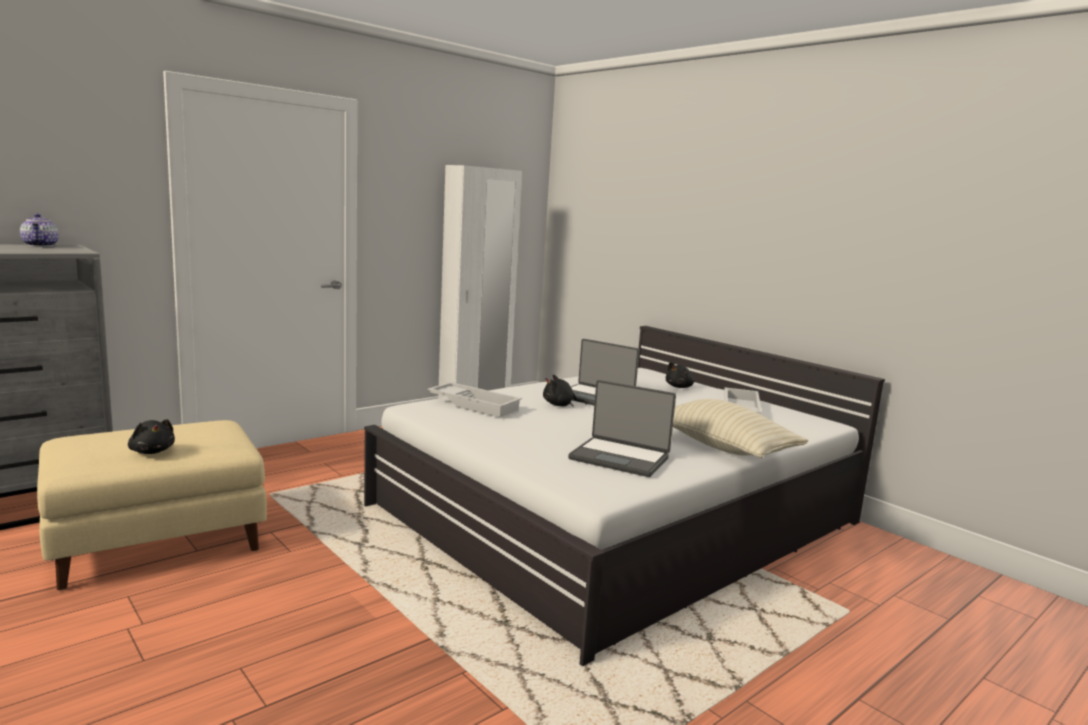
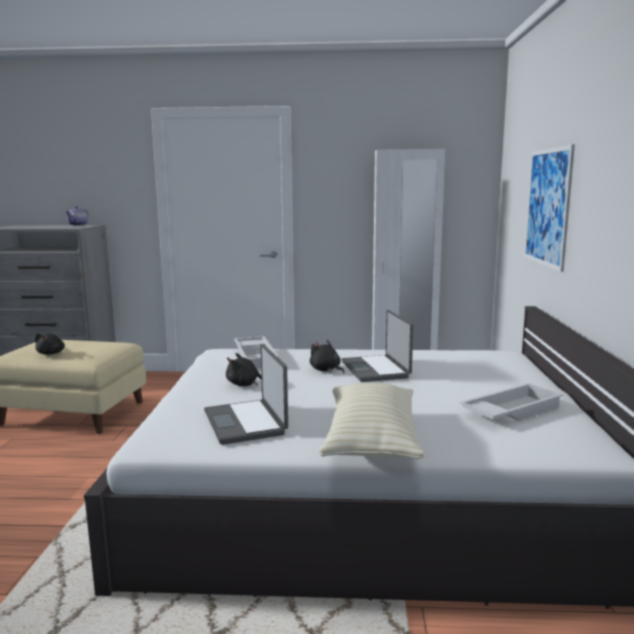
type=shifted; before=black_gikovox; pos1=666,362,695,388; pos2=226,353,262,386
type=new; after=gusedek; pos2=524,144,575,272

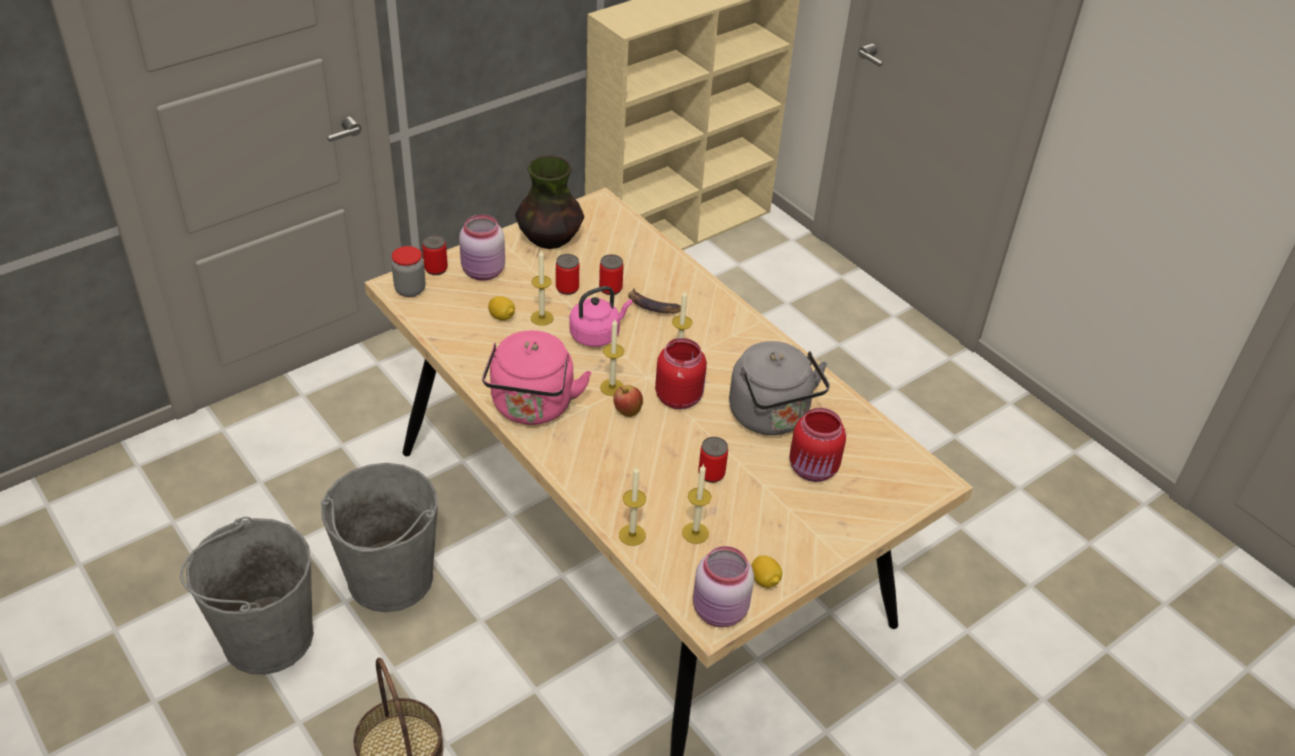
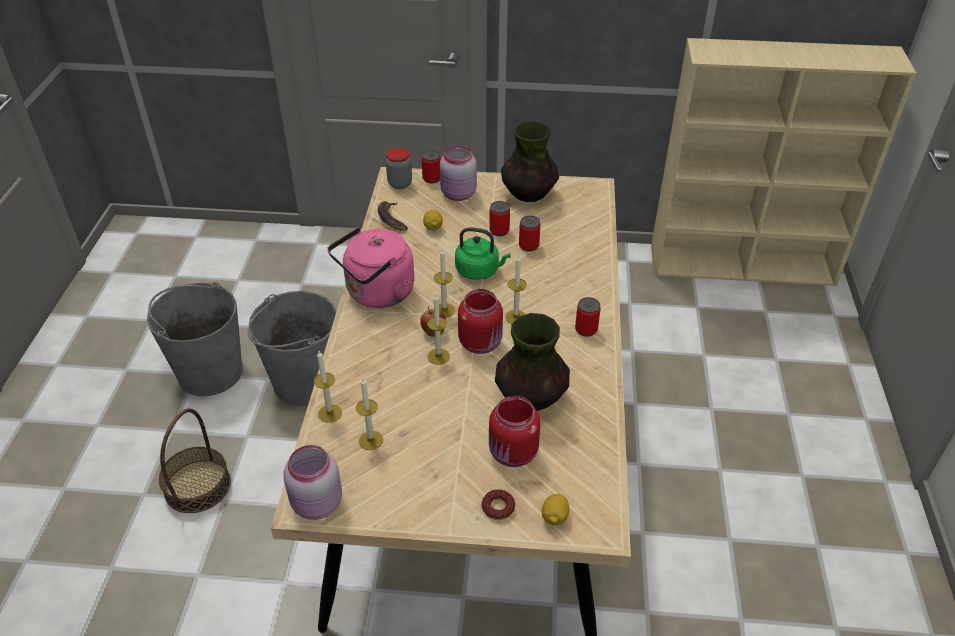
type=shifted; before=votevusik; pos1=531,250,553,326; pos2=427,295,450,365
type=repainted; before=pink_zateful; after=green_zateful; pos1=569,286,633,347; pos2=455,227,511,280
type=shifted; before=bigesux; pos1=628,288,681,314; pos2=378,201,408,230
type=swapped; before=grey_zateful; after=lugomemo; pos1=729,341,830,435; pos2=495,313,570,411
type=shifted; before=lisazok; pos1=698,437,728,483; pos2=575,297,601,337
type=shifted; before=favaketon; pos1=751,555,782,588; pos2=542,494,569,526
type=new; after=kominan; pos2=482,490,515,520

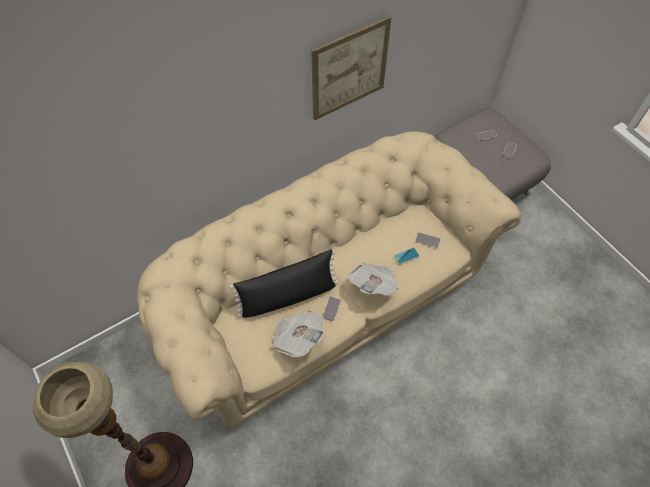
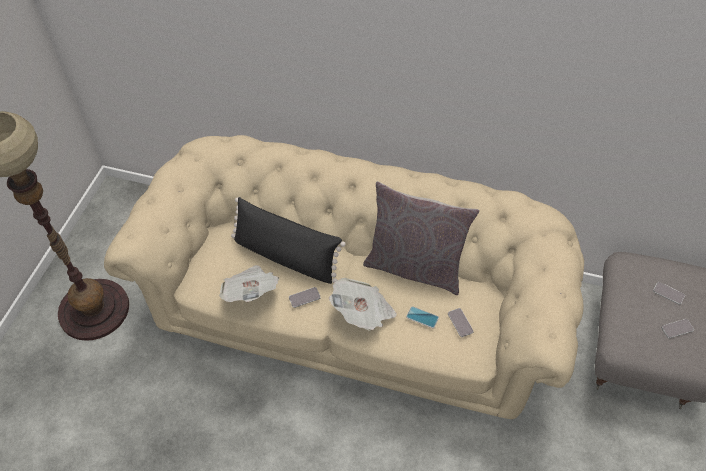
type=gone; before=gusedek; pos1=311,16,391,120
type=new; after=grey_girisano; pos2=363,181,479,295

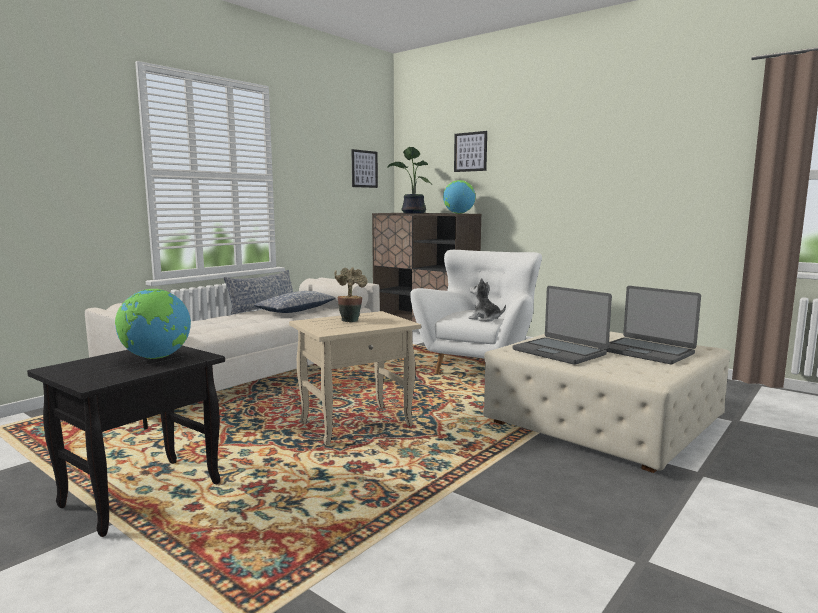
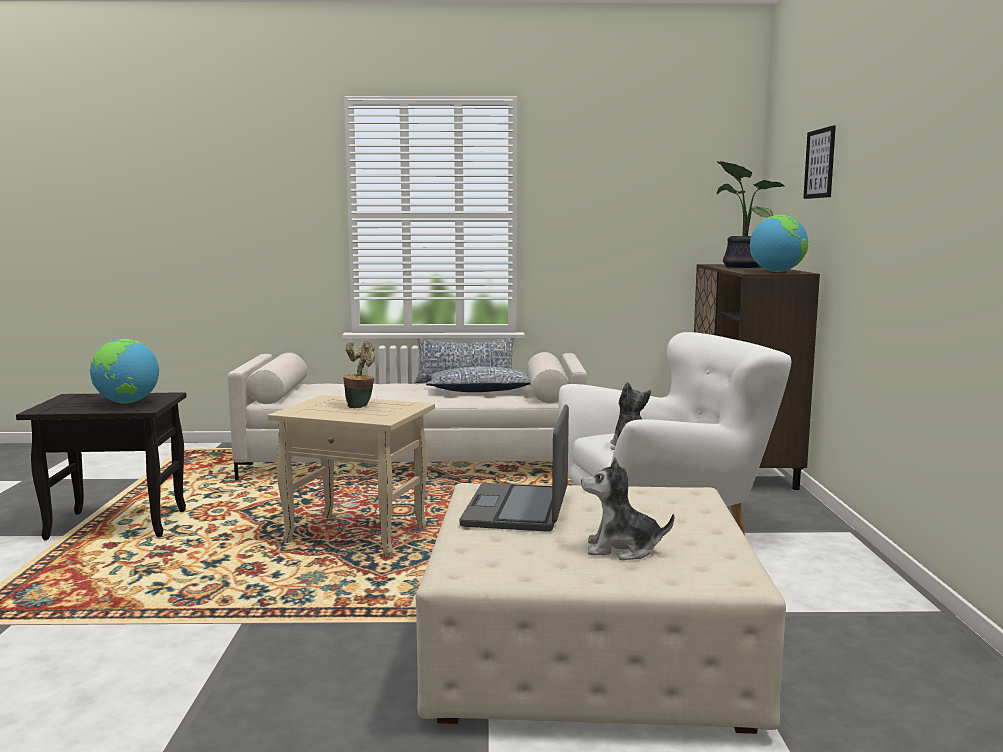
type=gone; before=gusedek; pos1=351,149,378,188
type=swapped; before=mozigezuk; after=gikovox; pos1=598,286,701,364; pos2=581,458,674,560

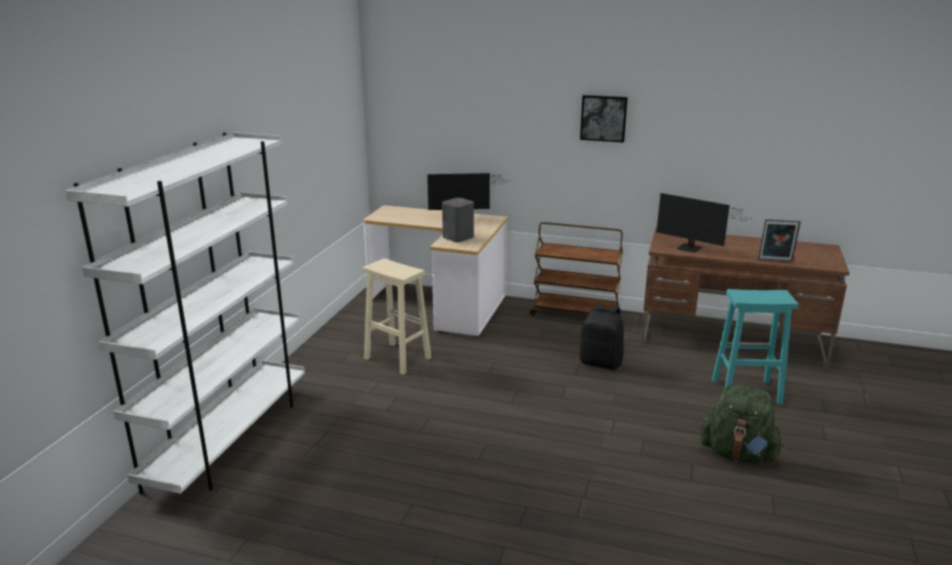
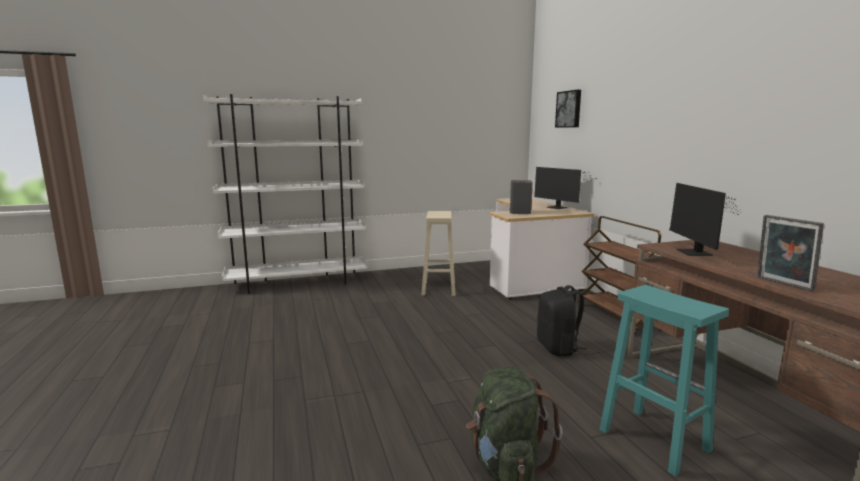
type=shifted; before=gusedek; pos1=580,95,628,143; pos2=555,90,581,128

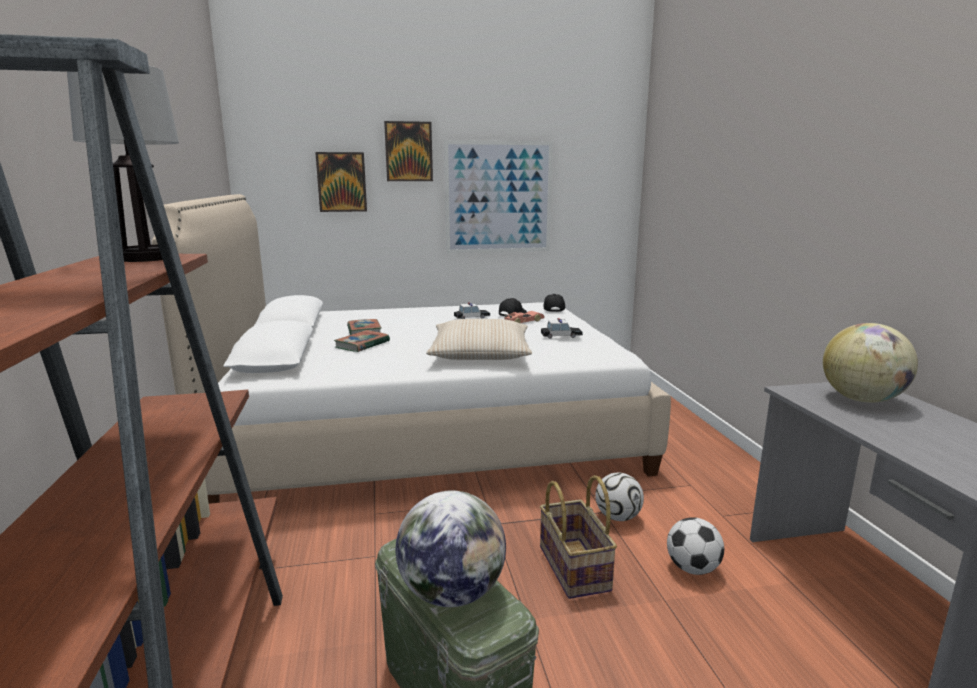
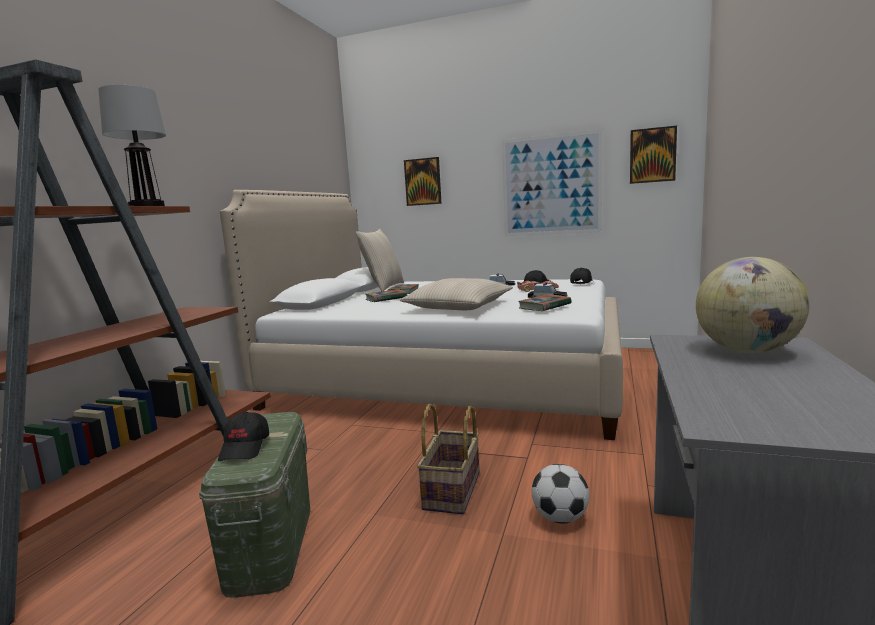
type=shifted; before=gusedek; pos1=384,121,433,181; pos2=630,125,677,184
type=gone; before=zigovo; pos1=595,473,644,521
type=swapped; before=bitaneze; after=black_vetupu; pos1=396,490,506,607; pos2=218,411,269,461
type=new; after=beige_girisano; pos2=356,229,404,291
type=new; after=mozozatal; pos2=518,294,572,311

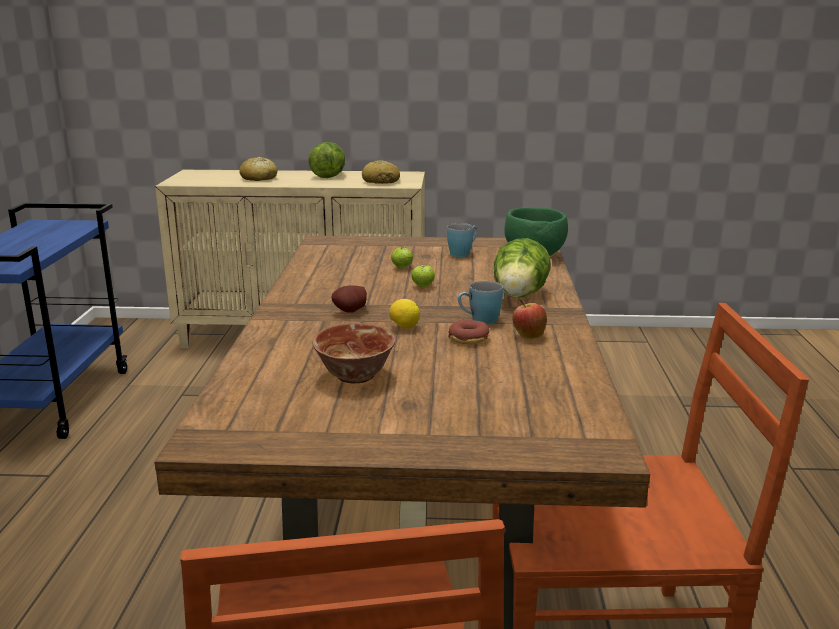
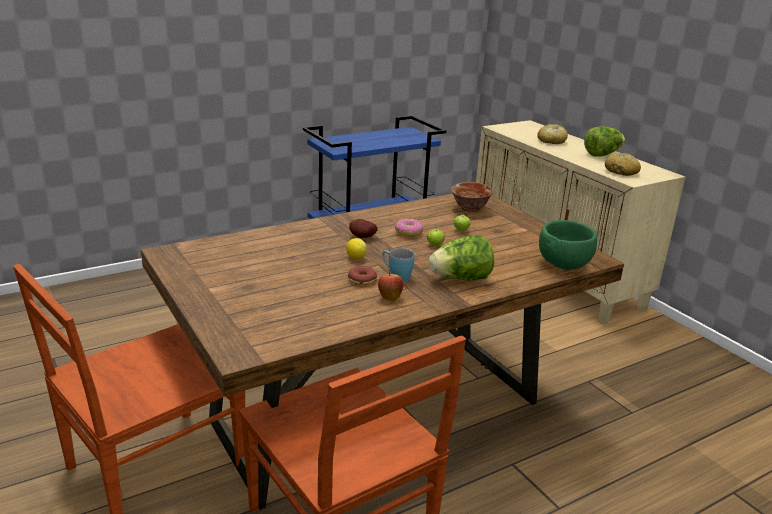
type=gone; before=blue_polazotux; pos1=447,223,478,257
type=shifted; before=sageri; pos1=313,323,395,383; pos2=451,182,493,212
type=new; after=kominan; pos2=395,219,423,237

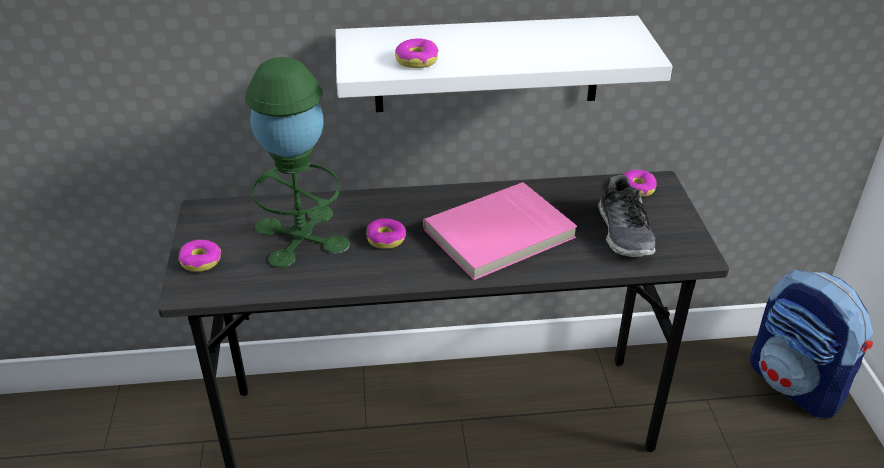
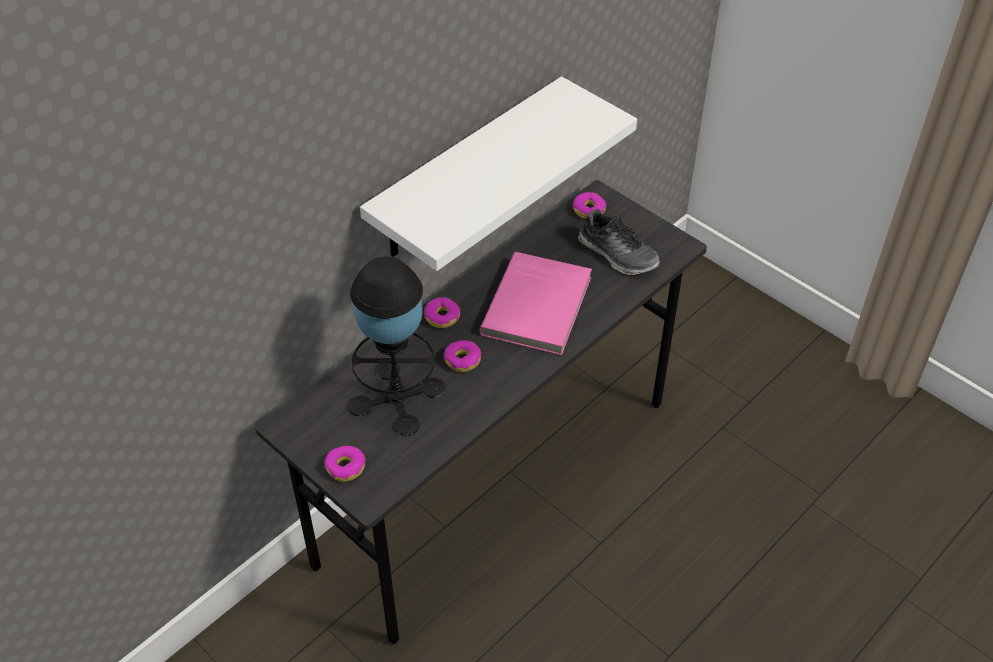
type=shifted; before=kominan; pos1=395,38,439,68; pos2=424,297,460,328
type=repainted; before=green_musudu; after=black_musudu; pos1=245,57,350,268; pos2=348,256,445,436
type=gone; before=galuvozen; pos1=750,269,873,418

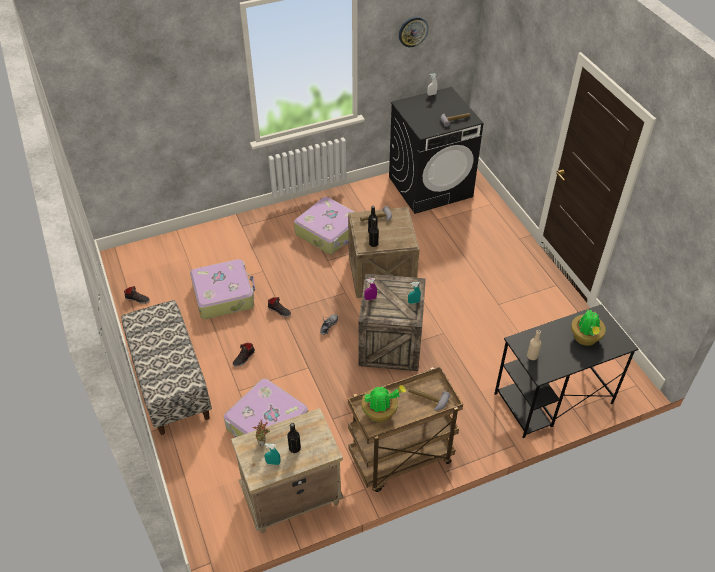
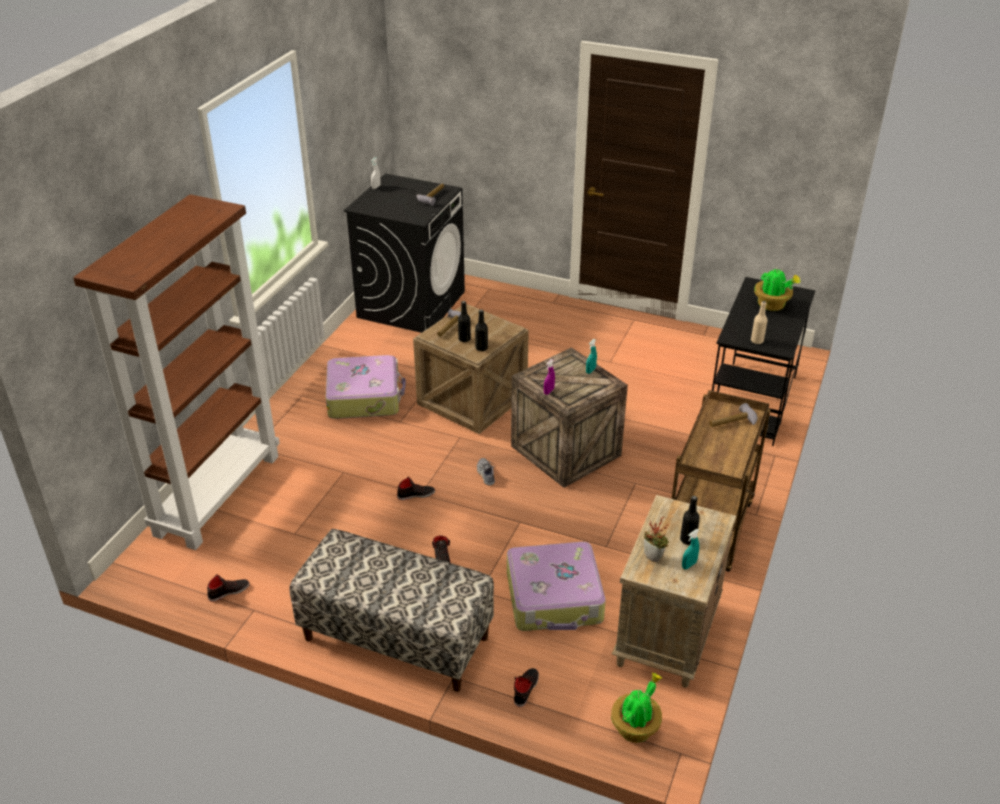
type=gone; before=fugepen; pos1=399,17,428,47
type=gone; before=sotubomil; pos1=190,259,255,319
type=shifted; before=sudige; pos1=361,385,406,422; pos2=611,672,662,742
type=new; after=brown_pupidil; pos2=73,194,280,550
type=new; after=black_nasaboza; pos2=514,668,539,707

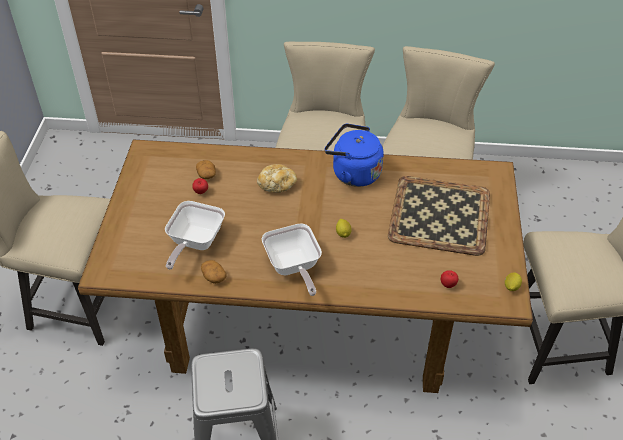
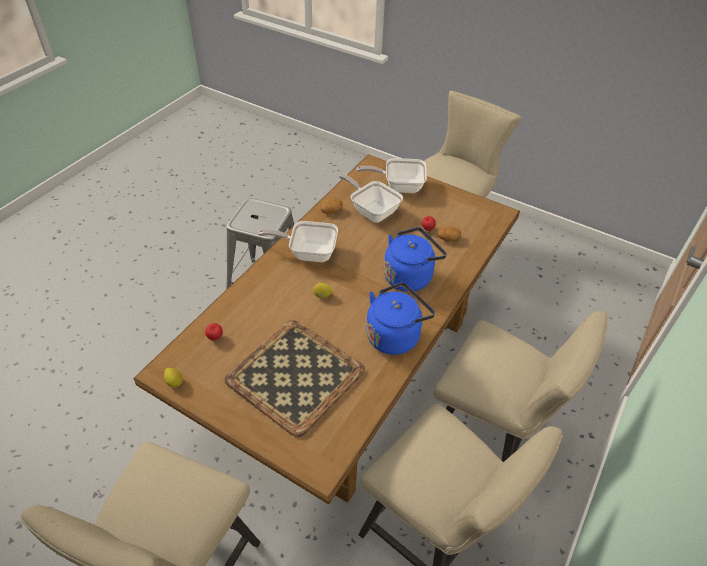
type=swapped; before=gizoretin; after=blue_zateful; pos1=257,164,297,193; pos2=384,227,447,292
type=new; after=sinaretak; pos2=356,158,427,193

